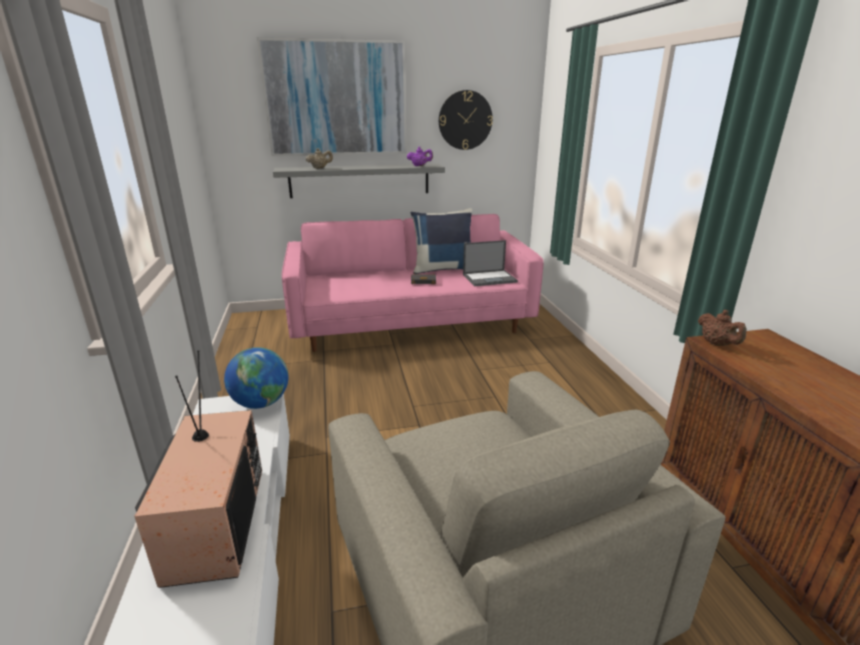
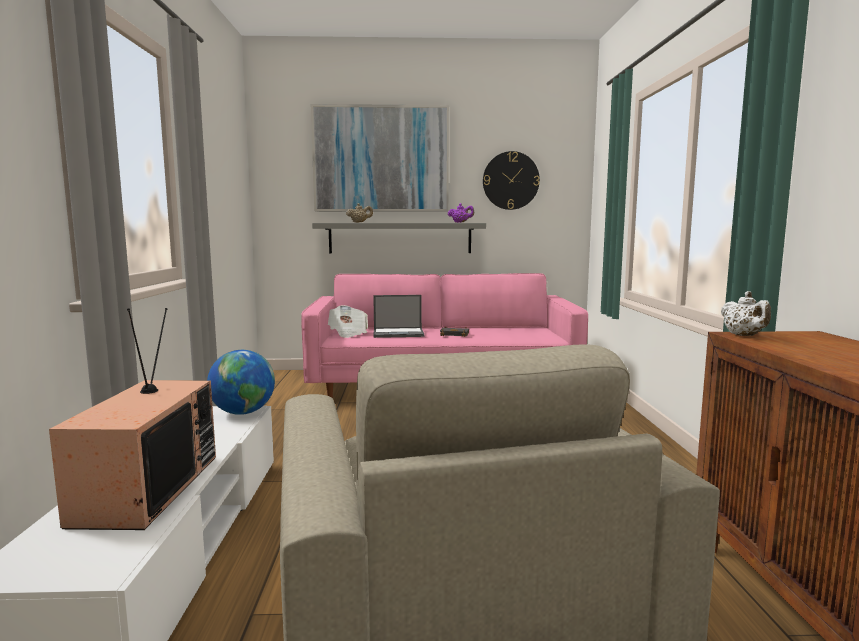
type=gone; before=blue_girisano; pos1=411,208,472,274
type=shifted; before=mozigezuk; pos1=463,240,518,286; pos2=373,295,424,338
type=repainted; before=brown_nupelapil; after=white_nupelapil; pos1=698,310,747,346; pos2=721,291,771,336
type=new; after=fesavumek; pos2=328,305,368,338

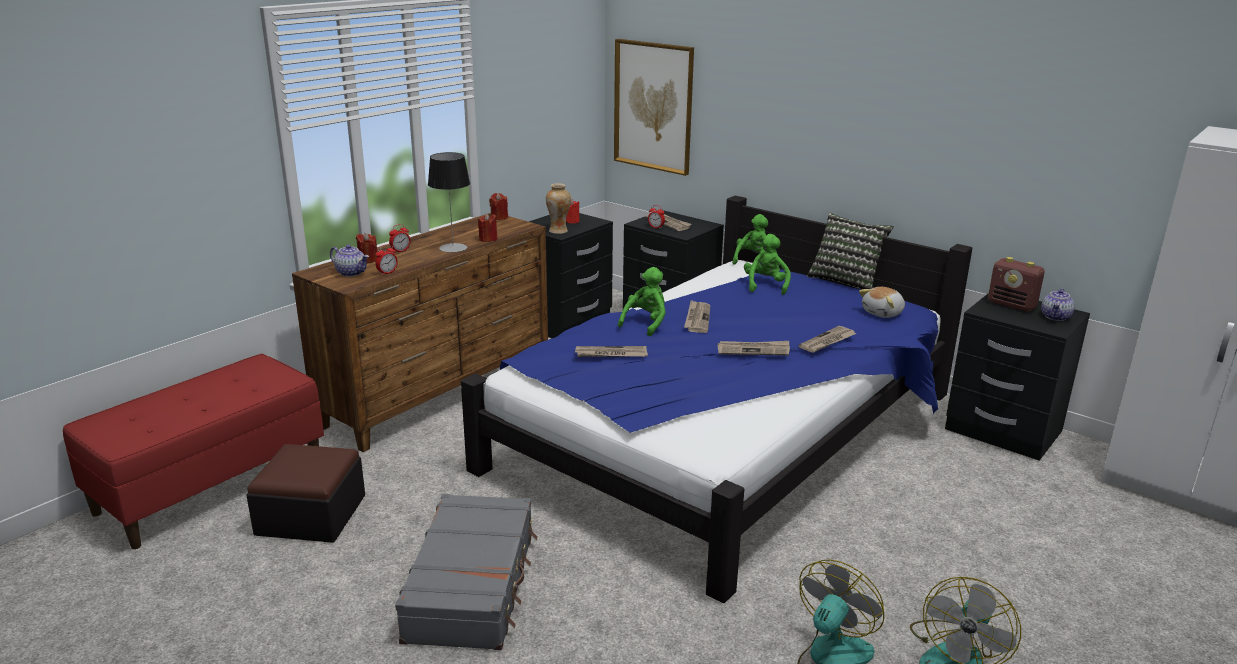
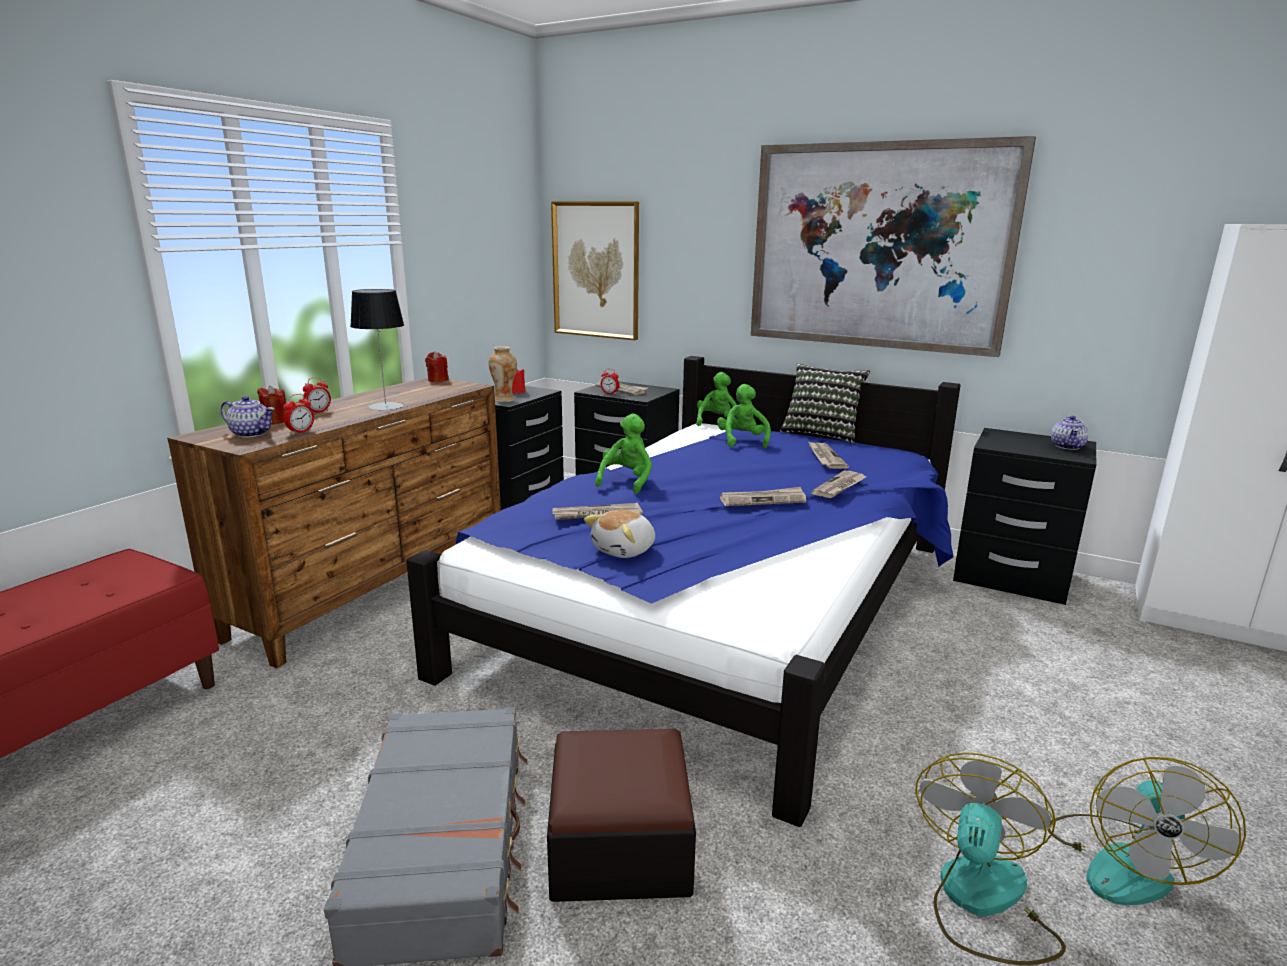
type=gone; before=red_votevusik; pos1=478,213,498,242
type=gone; before=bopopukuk; pos1=988,257,1045,312
type=shifted; before=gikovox; pos1=859,287,905,318; pos2=584,510,655,558
type=shifted; before=fesavumek; pos1=684,300,710,333; pos2=808,441,849,469
type=shifted; before=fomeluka; pos1=246,444,365,543; pos2=547,729,696,902
type=new; after=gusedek; pos2=751,136,1036,357

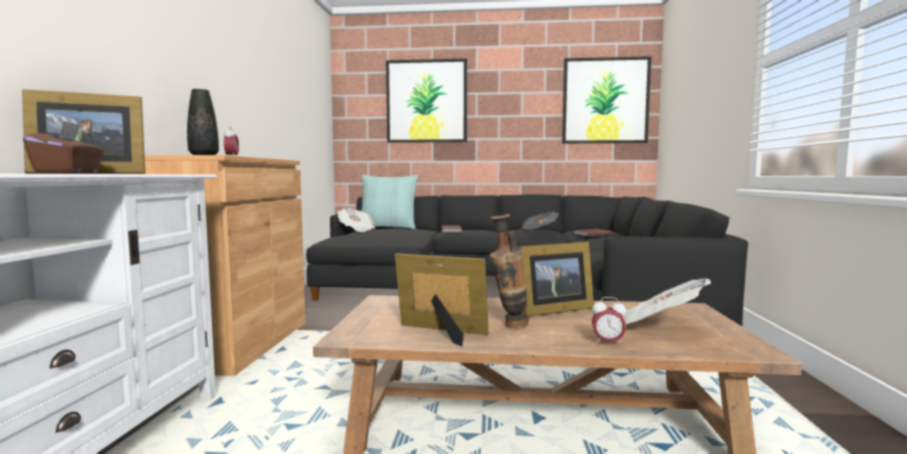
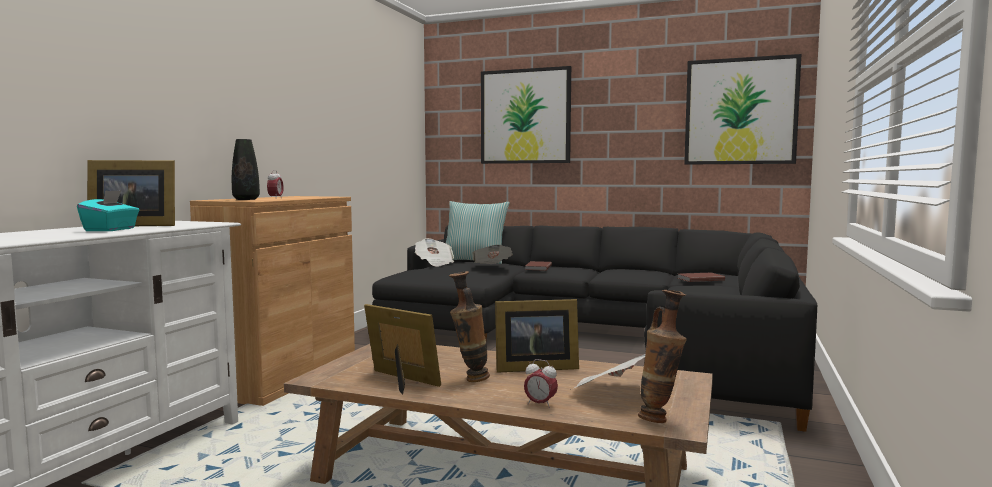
type=repainted; before=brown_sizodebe; after=turquoise_sizodebe; pos1=23,121,104,174; pos2=77,190,139,231
type=shifted; before=fesavumek; pos1=520,211,559,230; pos2=472,245,513,264
type=new; after=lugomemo; pos2=638,290,687,423

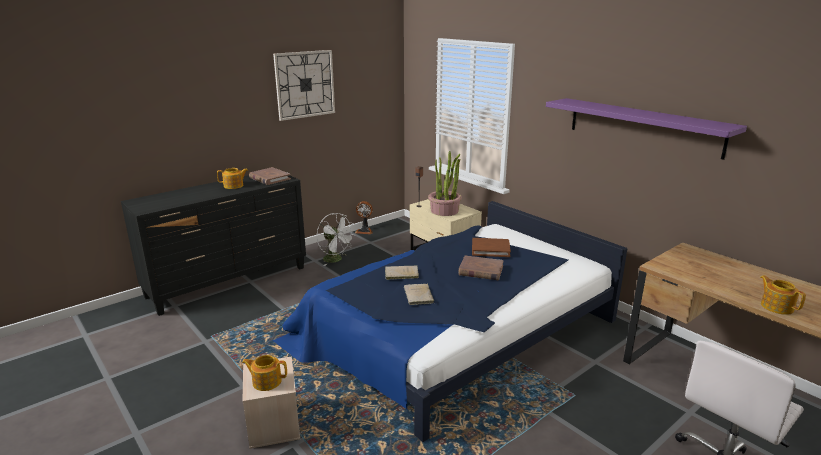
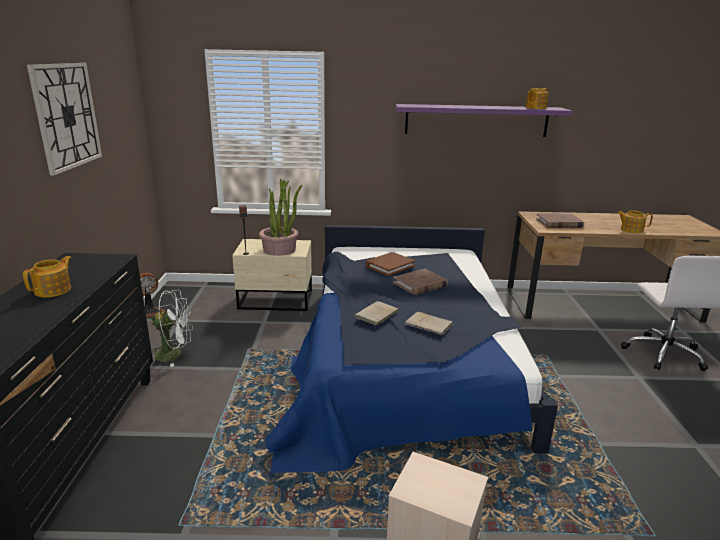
type=shifted; before=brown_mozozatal; pos1=249,167,291,185; pos2=536,213,584,228
type=shifted; before=nupelapil; pos1=242,355,287,391; pos2=525,88,549,109

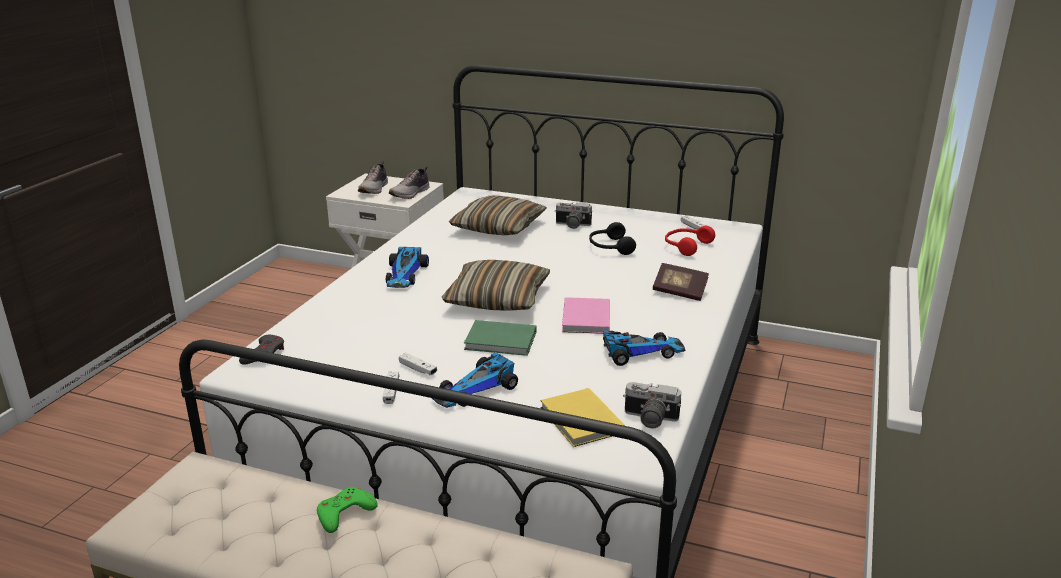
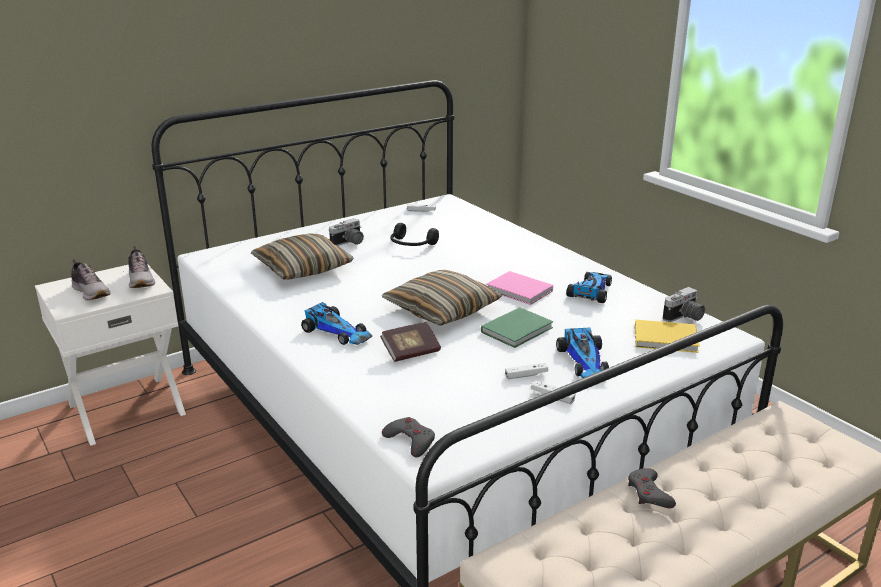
type=gone; before=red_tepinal; pos1=665,226,715,256
type=shifted; before=mozozatal; pos1=653,263,709,301; pos2=380,322,441,362
type=repainted; before=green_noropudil; after=grey_noropudil; pos1=317,487,378,533; pos2=628,468,676,508

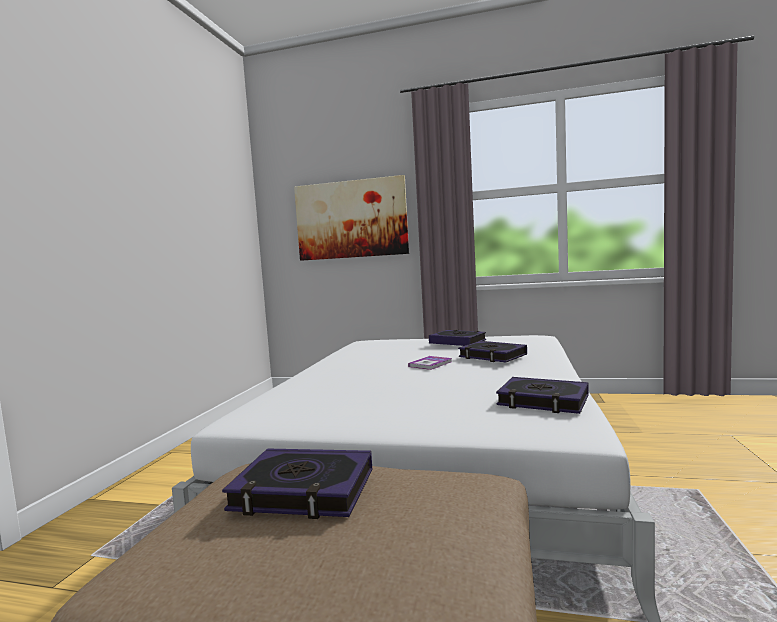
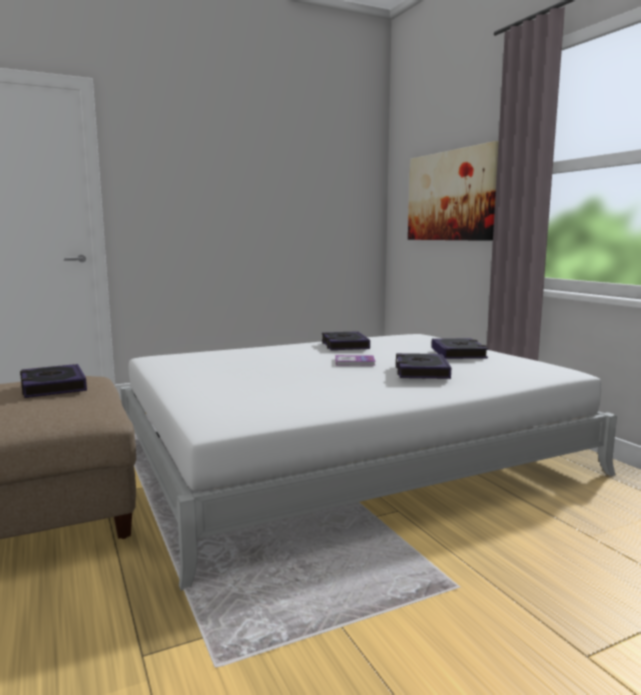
type=shifted; before=mozozatal; pos1=496,377,589,414; pos2=322,331,370,350

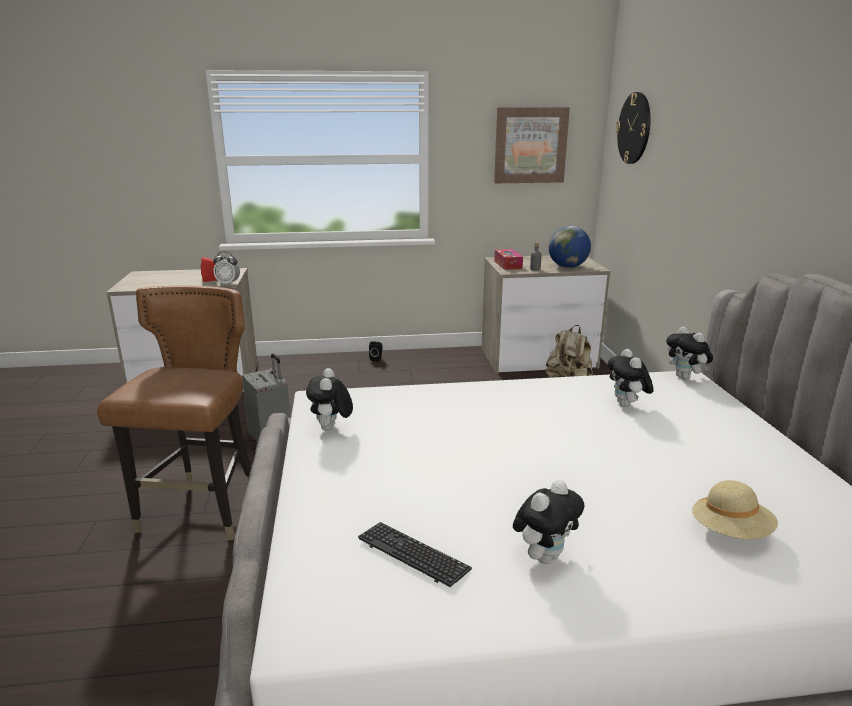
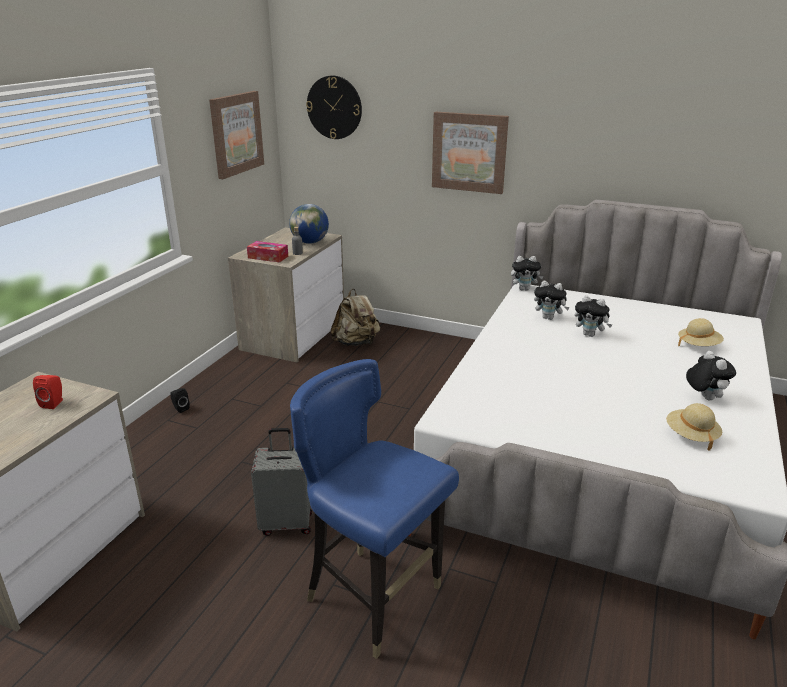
type=gone; before=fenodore; pos1=213,251,240,285
type=repainted; before=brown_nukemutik; after=blue_nukemutik; pos1=97,286,252,540; pos2=290,359,459,659
type=shifted; before=gikovox; pos1=306,368,353,431; pos2=575,295,612,337
type=swapped; before=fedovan; after=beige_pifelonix; pos1=358,522,472,587; pos2=666,403,722,451
type=new; after=gusedek; pos2=432,112,509,194

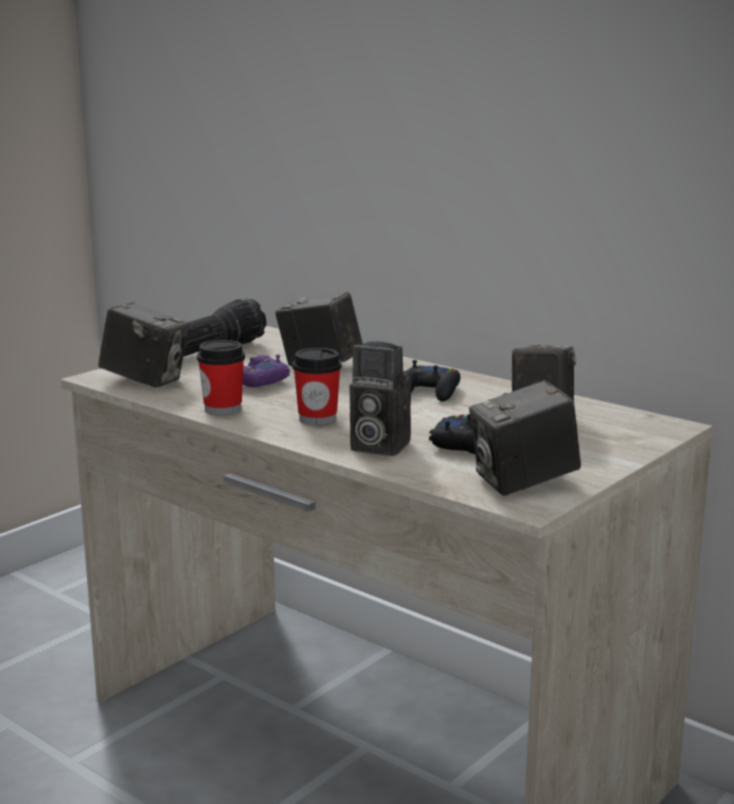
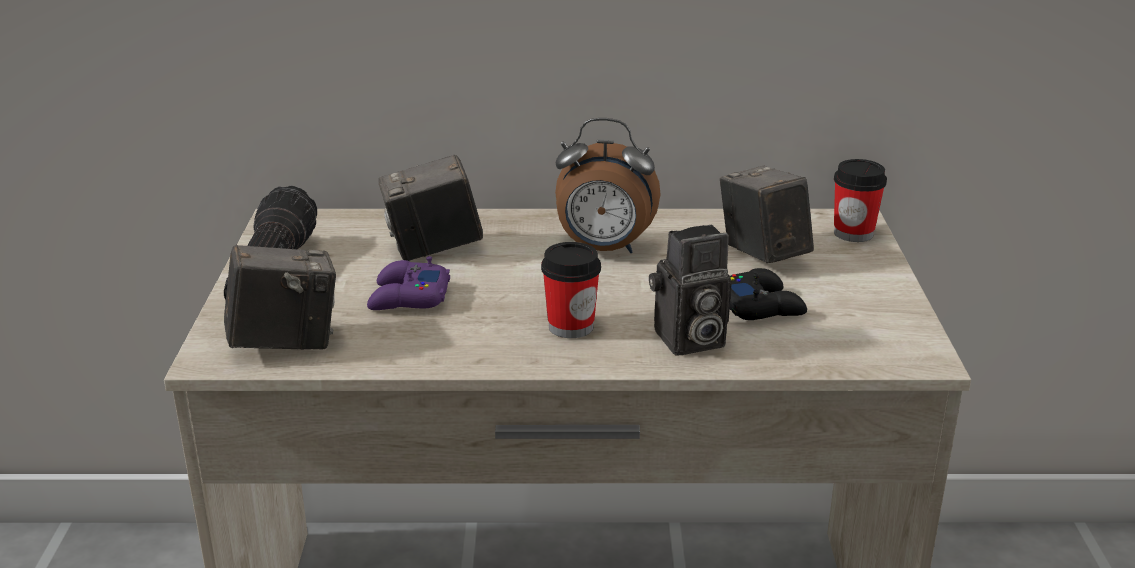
type=shifted; before=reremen; pos1=197,340,245,416; pos2=834,159,887,242
type=swapped; before=black_noropudil; after=fenodore; pos1=403,360,460,402; pos2=555,118,661,253
type=gone; before=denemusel; pos1=469,380,581,496

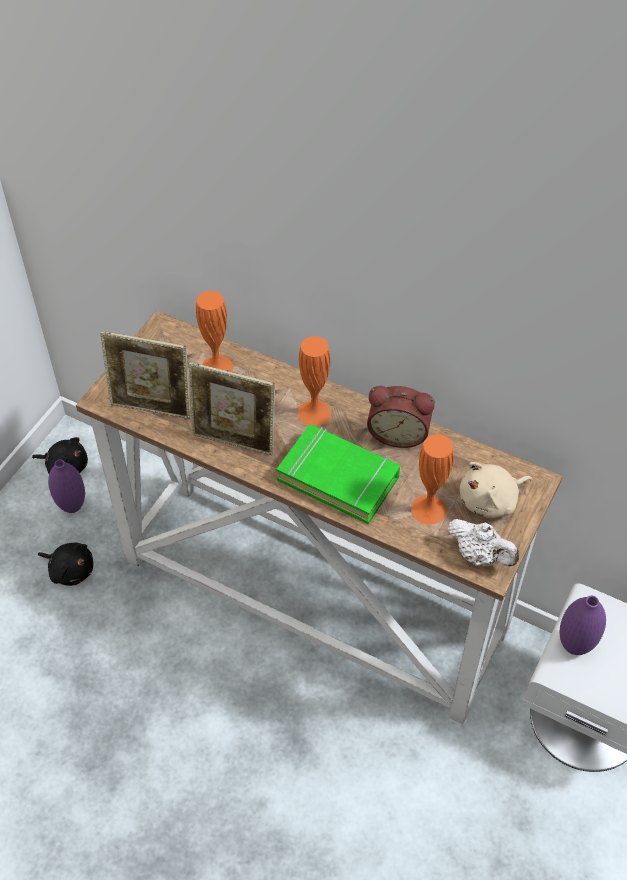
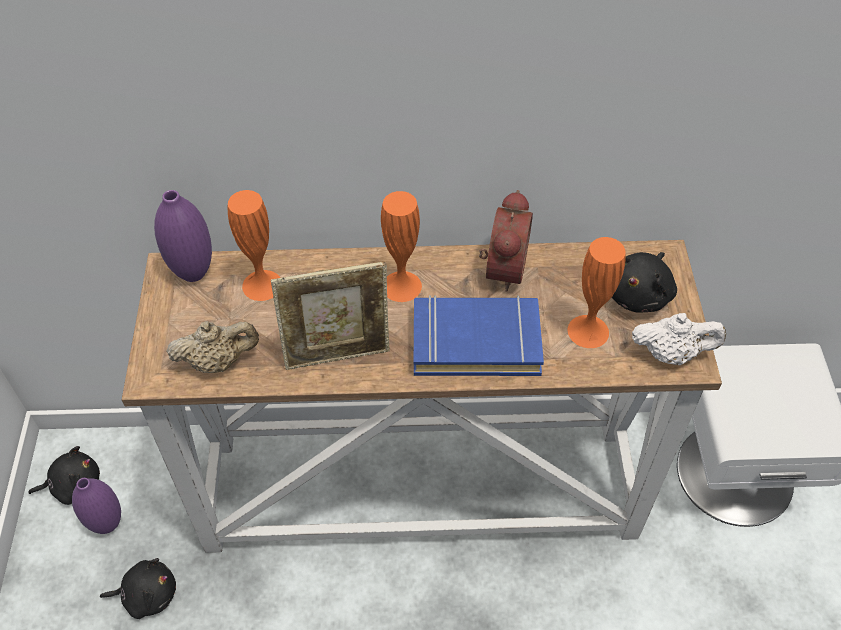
type=swapped; before=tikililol; after=beige_nupelapil; pos1=100,331,191,419; pos2=166,321,259,373
type=rotated; before=fenodore; pos1=367,386,435,448; pos2=479,190,533,292; turn=-60
type=repainted; before=green_mozozatal; after=blue_mozozatal; pos1=276,424,400,524; pos2=414,295,544,376
type=repainted; before=beige_gikovox; after=black_gikovox; pos1=460,462,532,518; pos2=612,252,677,313
type=shifted; before=purple_lugomemo; pos1=559,596,606,655; pos2=154,190,212,282

